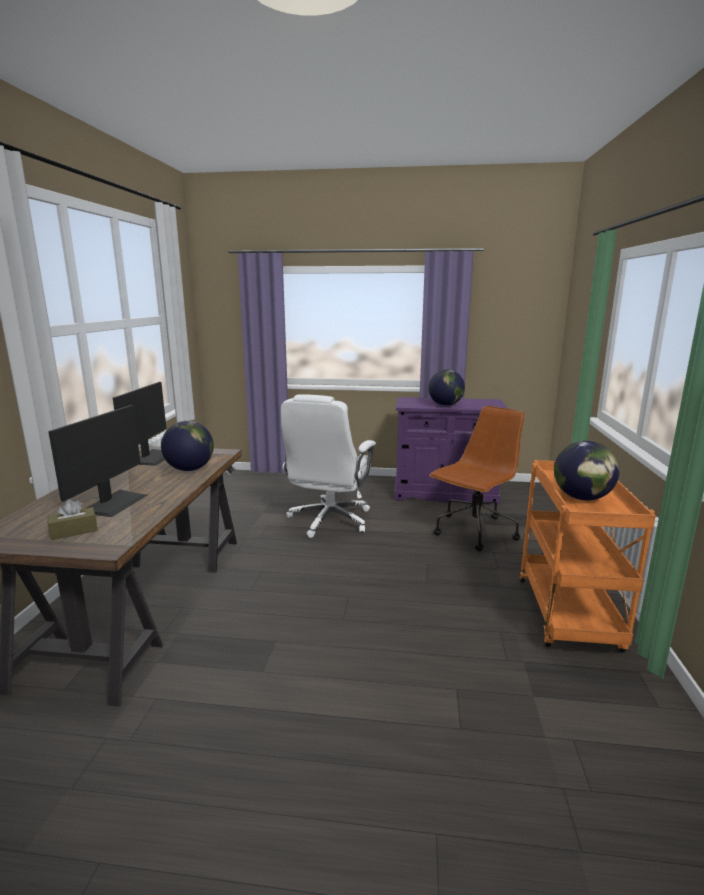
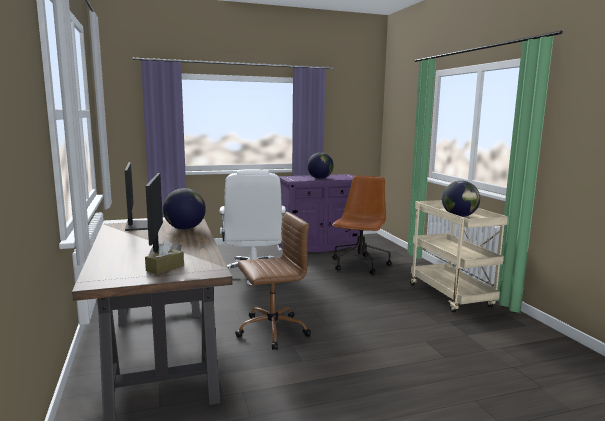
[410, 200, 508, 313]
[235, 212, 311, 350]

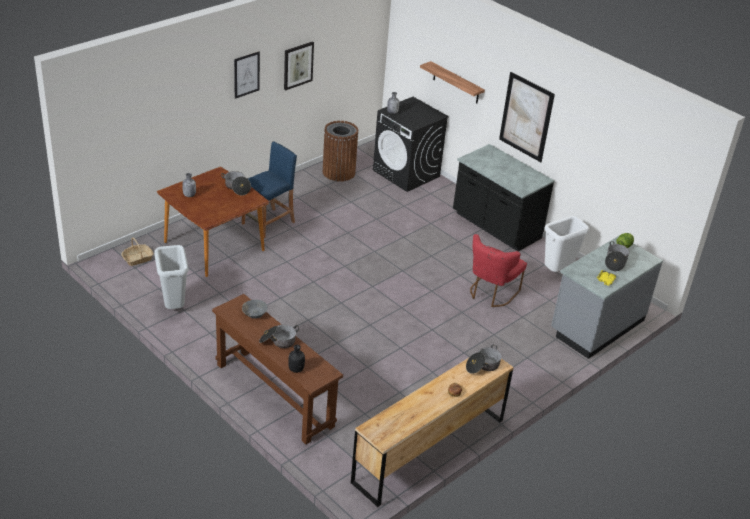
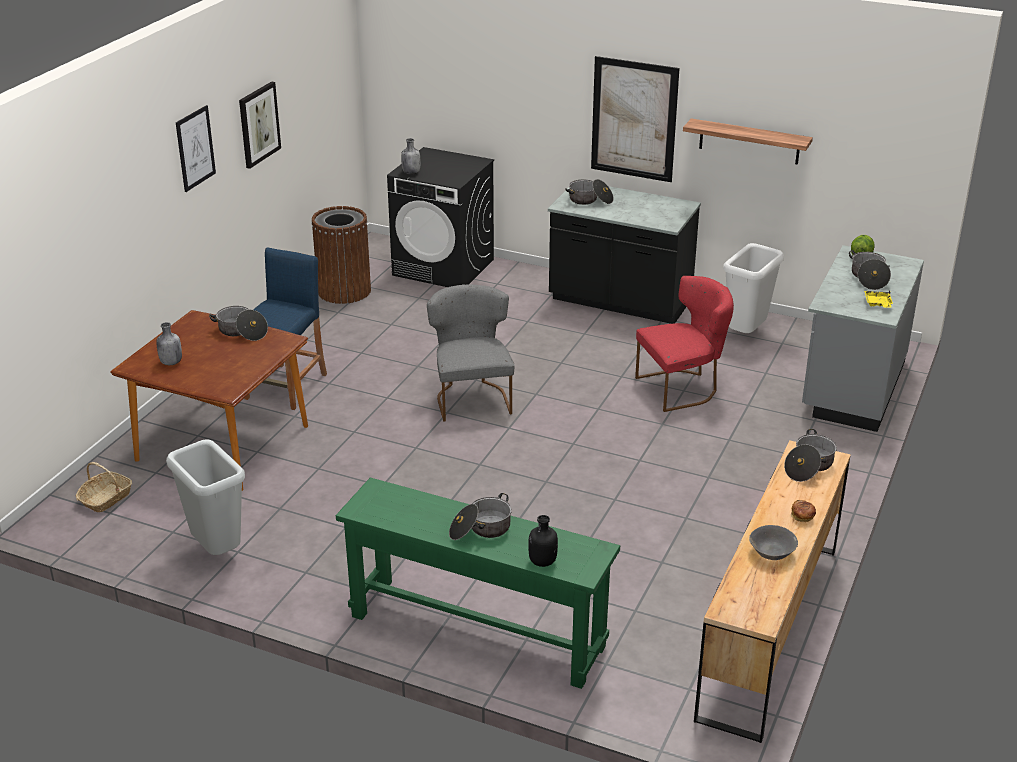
[683, 118, 813, 165]
[635, 276, 734, 412]
[336, 477, 620, 689]
[749, 525, 798, 560]
[565, 179, 614, 205]
[427, 284, 515, 421]

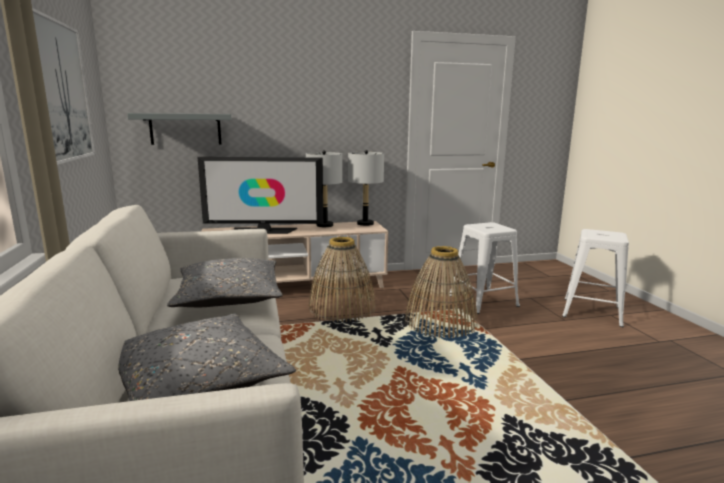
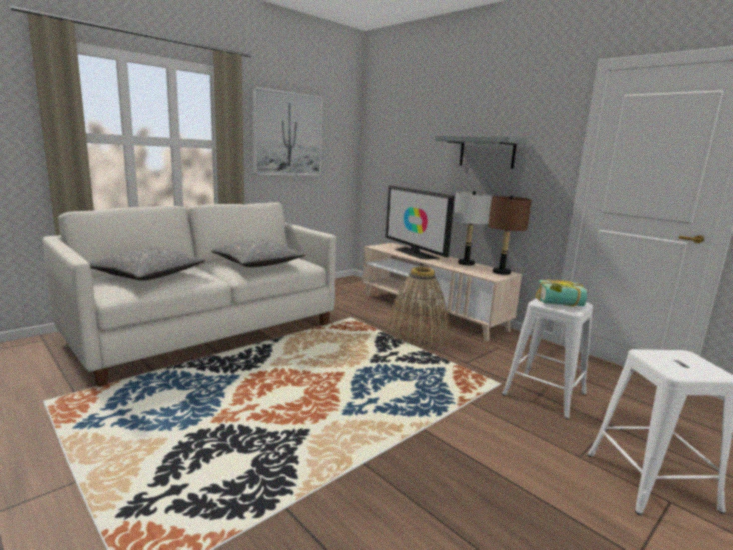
[435, 135, 527, 169]
[488, 195, 532, 275]
[405, 246, 478, 338] (first image)
[536, 279, 587, 306]

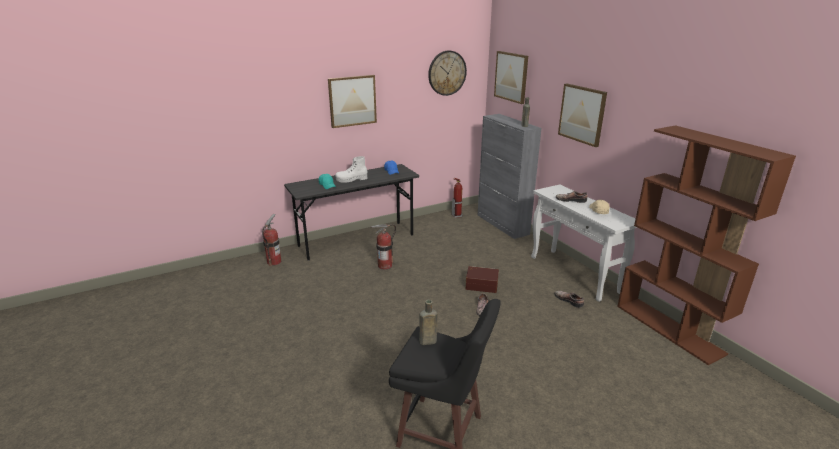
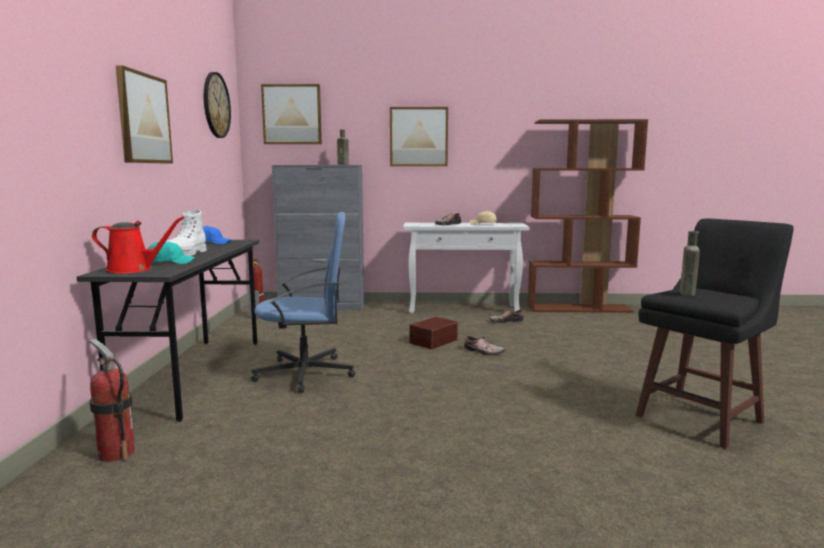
[251, 212, 355, 393]
[92, 216, 184, 273]

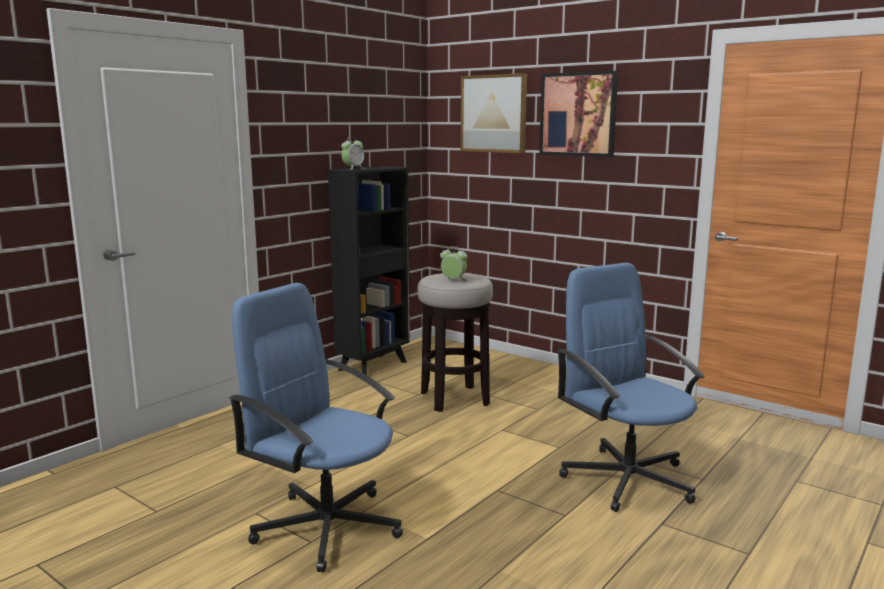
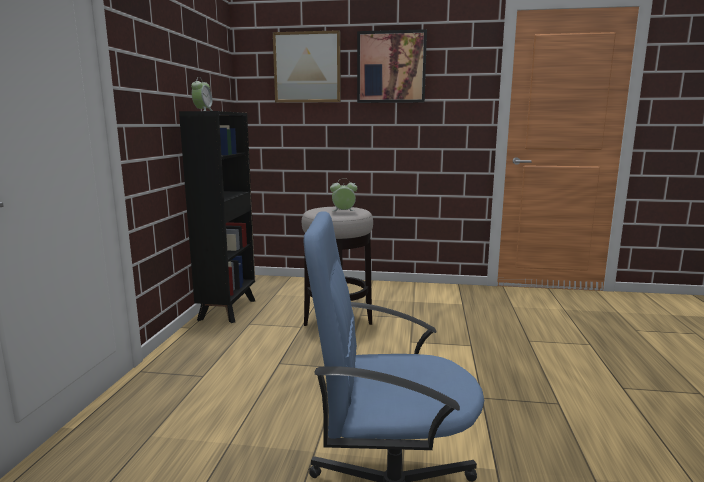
[557, 263, 705, 512] (first image)

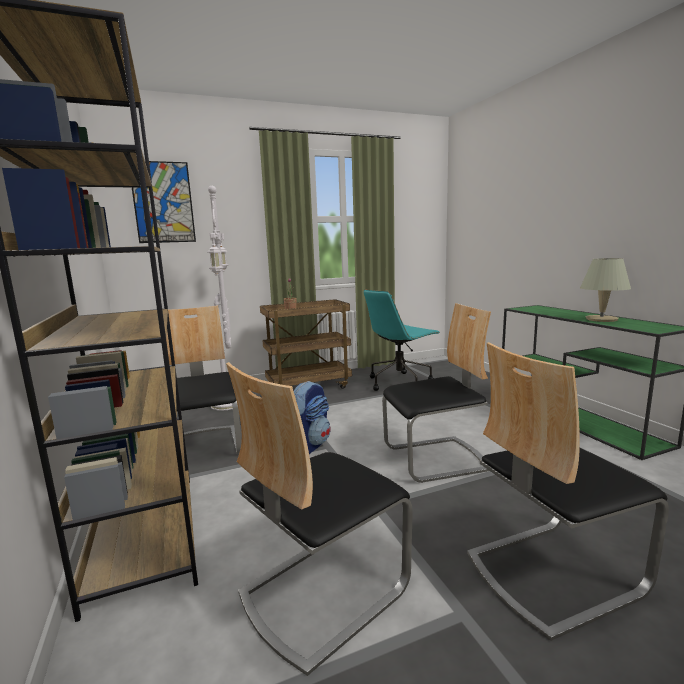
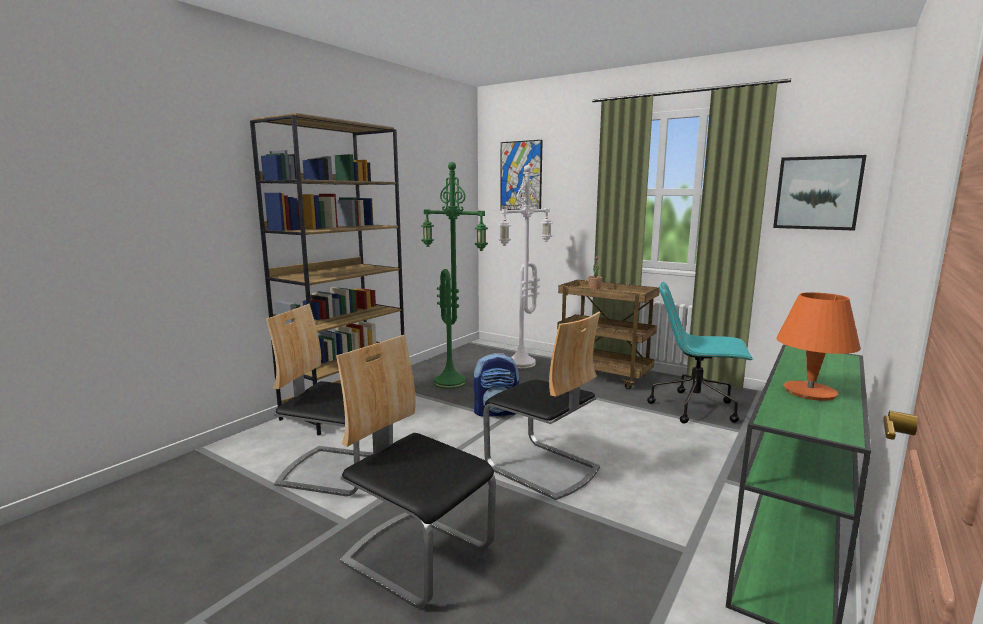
[776, 292, 861, 401]
[421, 162, 488, 389]
[773, 155, 867, 231]

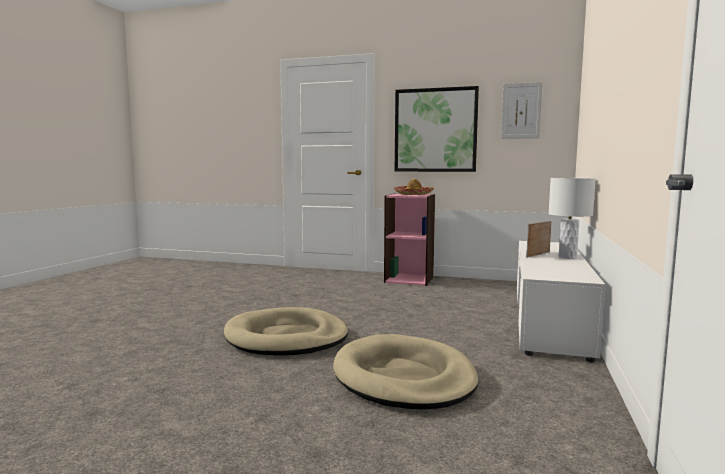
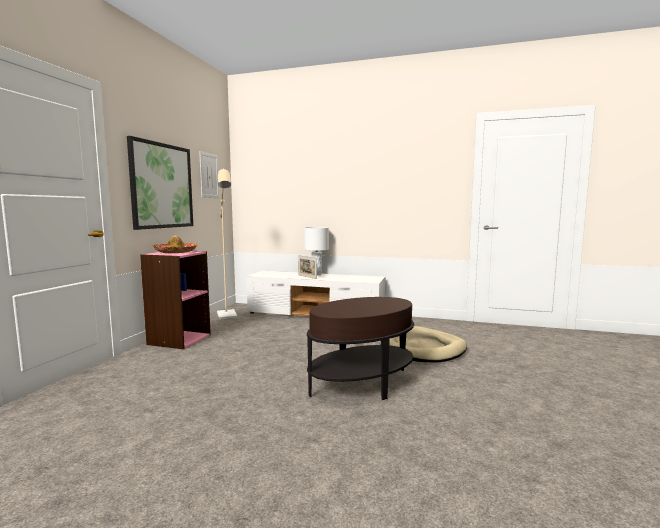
[307, 297, 414, 400]
[217, 168, 237, 320]

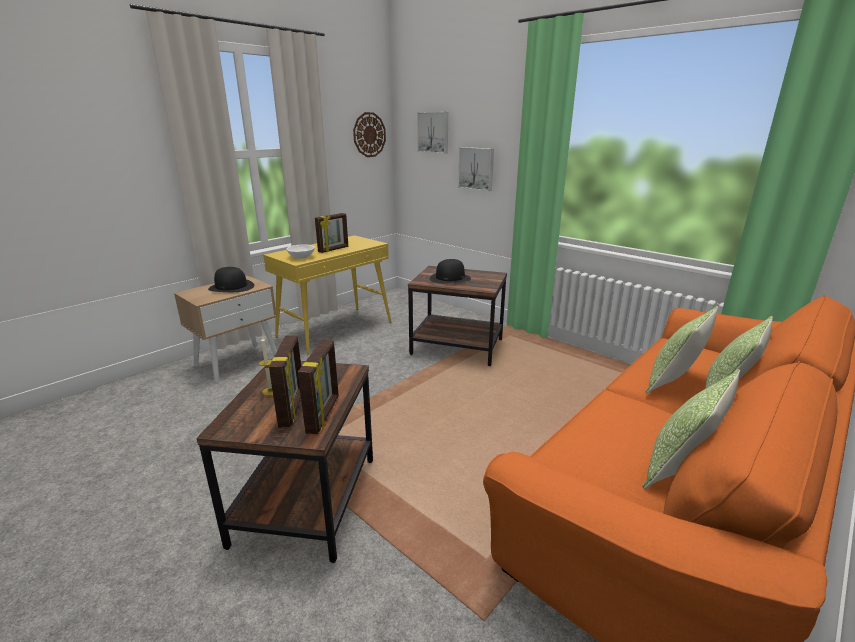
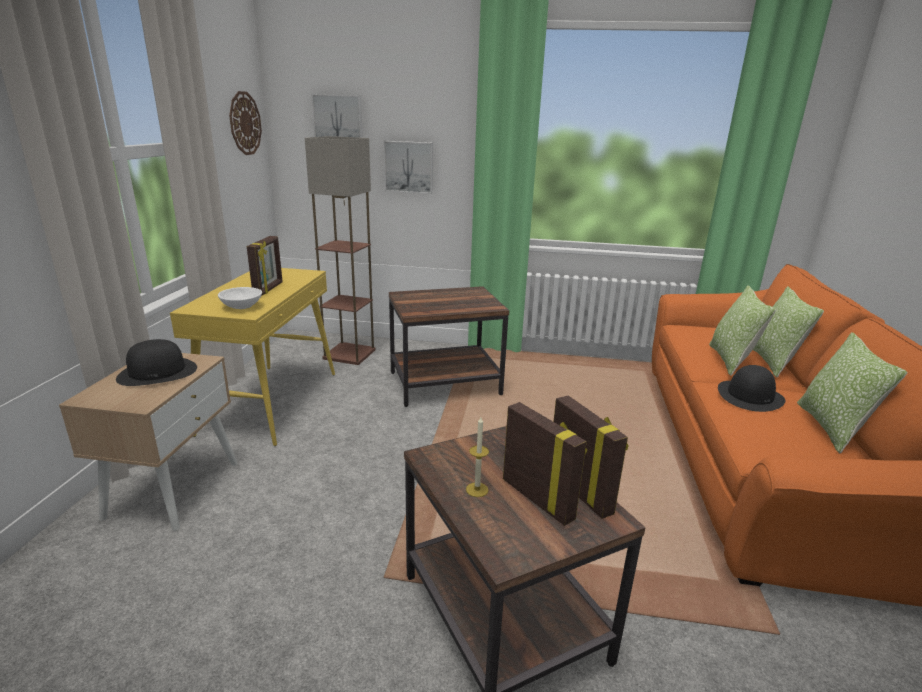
[718, 365, 785, 412]
[305, 136, 375, 365]

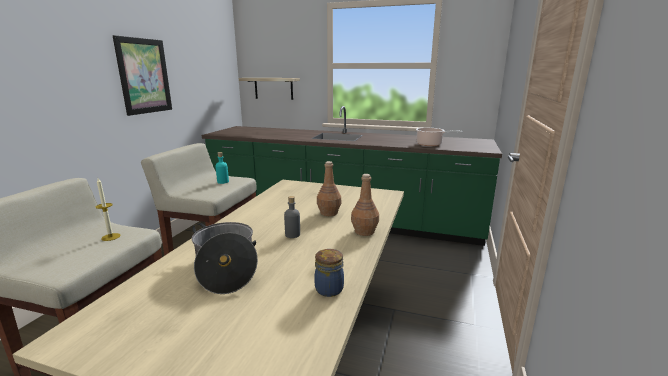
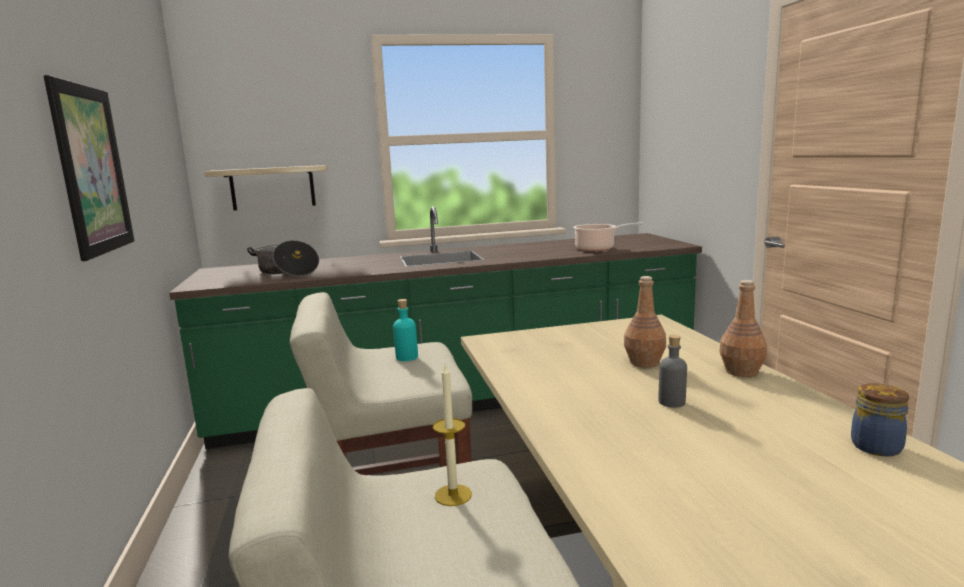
[247, 240, 319, 276]

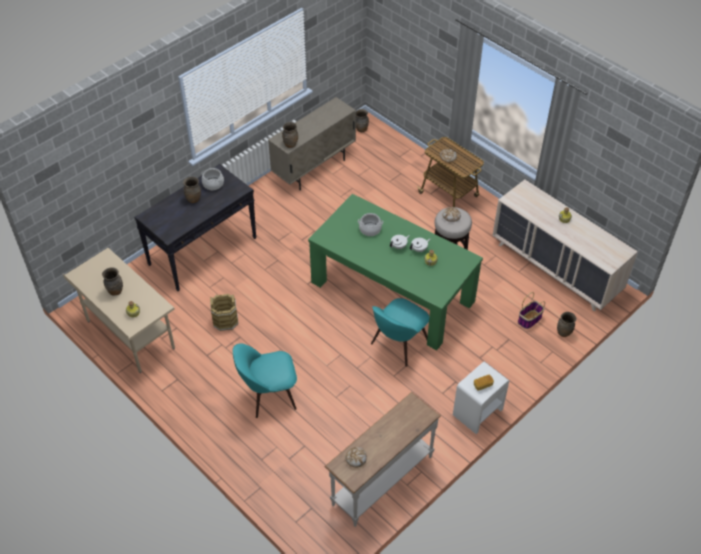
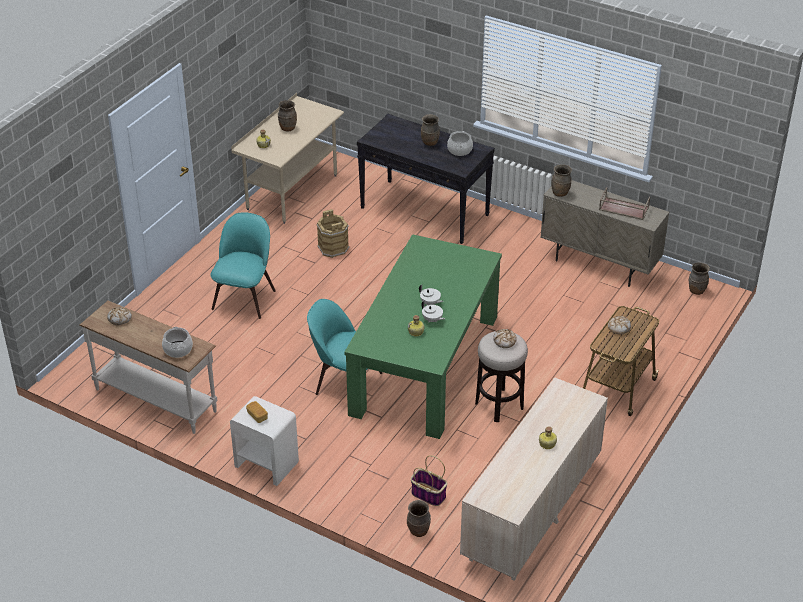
[162, 327, 193, 358]
[210, 212, 276, 319]
[599, 187, 650, 220]

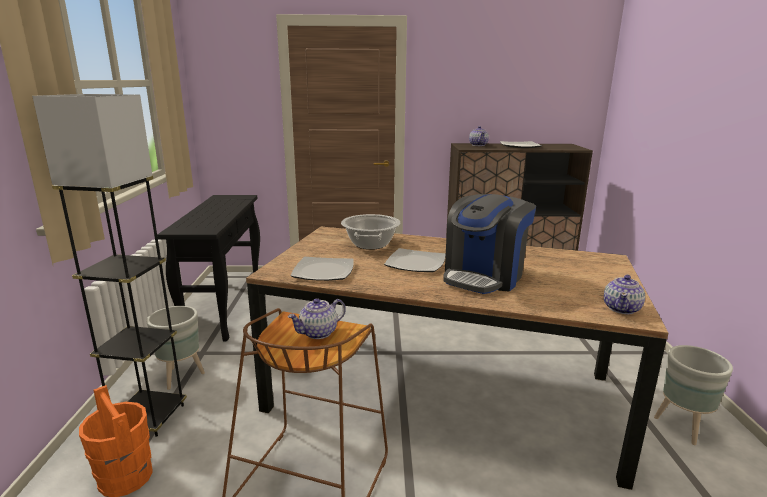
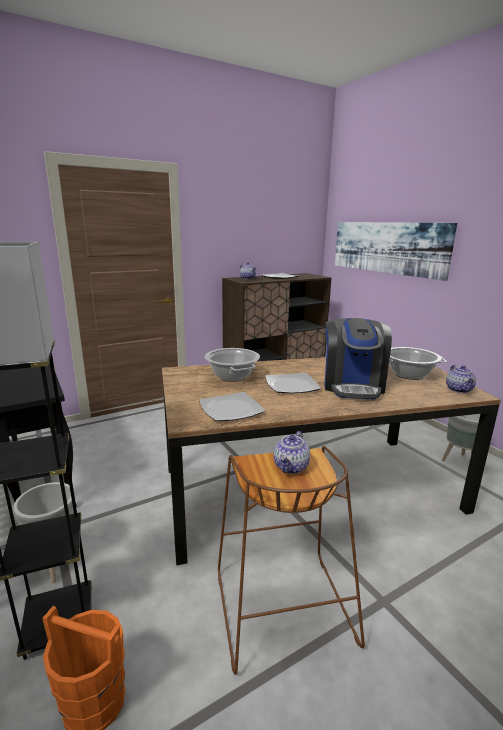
[335, 222, 457, 281]
[389, 347, 447, 380]

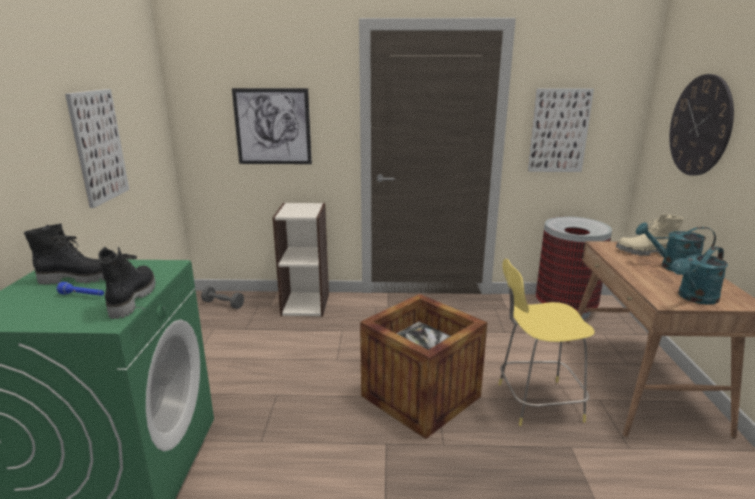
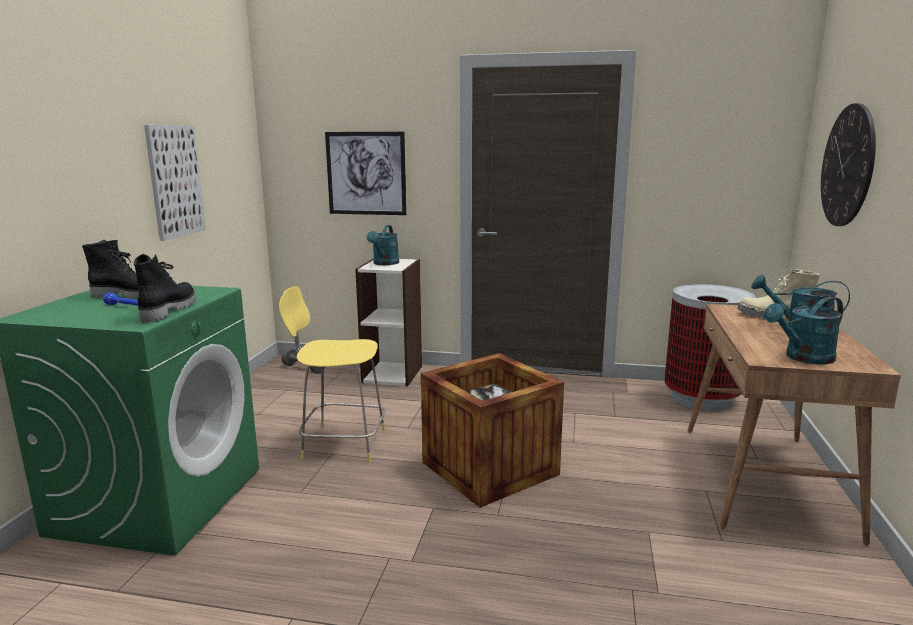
[528, 88, 594, 172] (first image)
[279, 286, 386, 462]
[367, 225, 399, 265]

